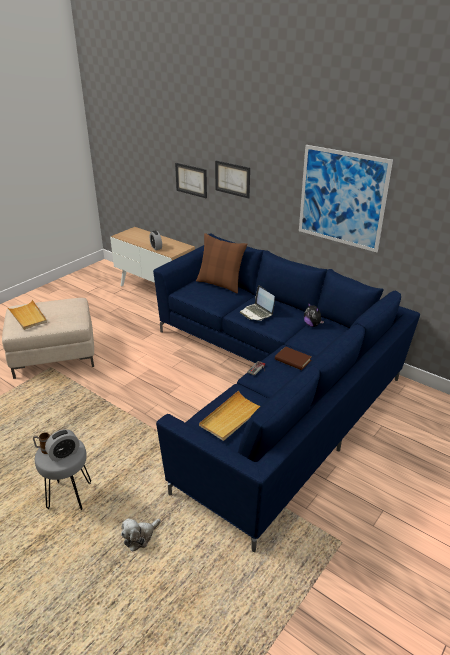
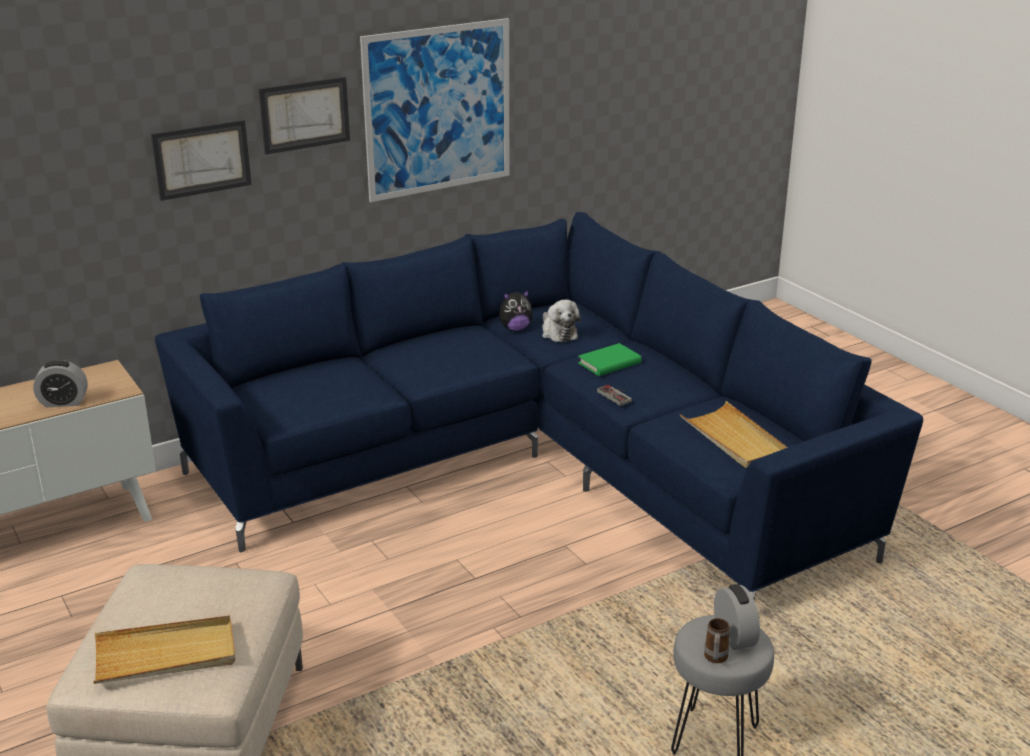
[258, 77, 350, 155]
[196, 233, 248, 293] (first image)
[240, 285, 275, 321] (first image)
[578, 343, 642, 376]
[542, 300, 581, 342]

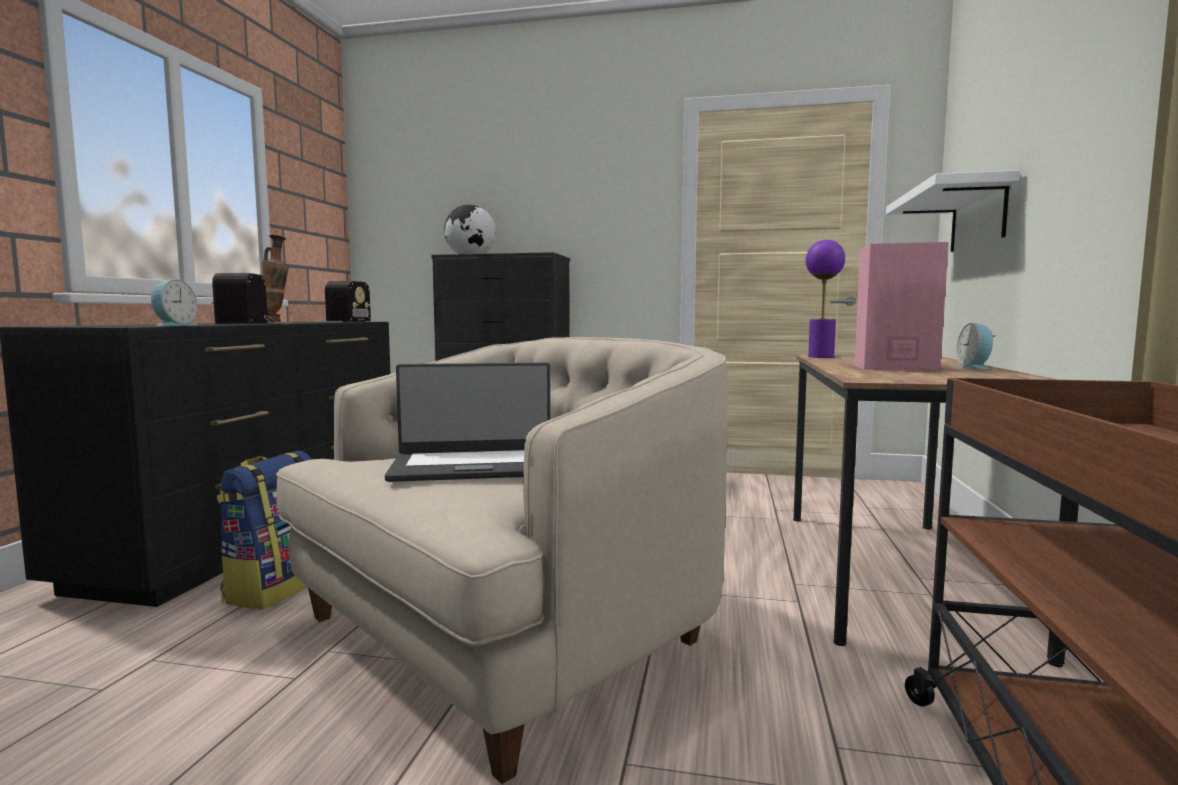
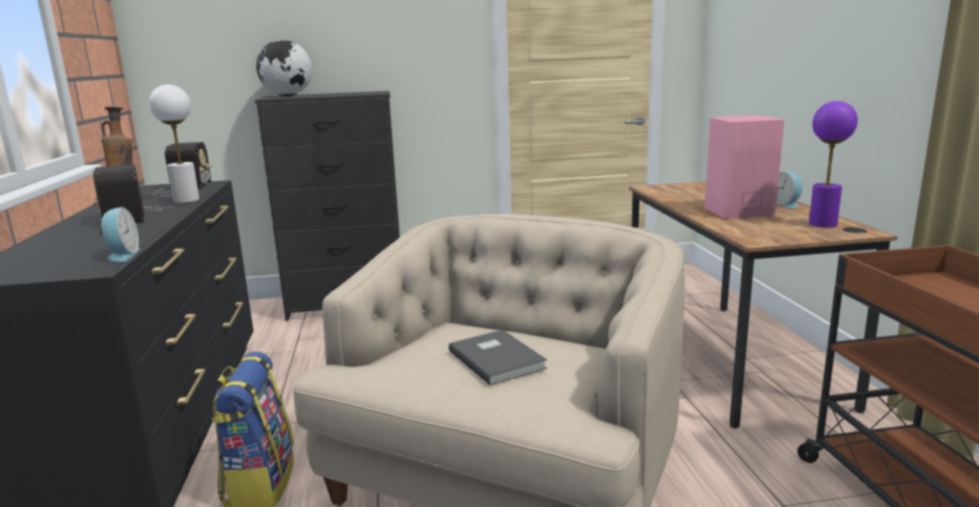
[886, 170, 1020, 252] (first image)
[809, 101, 858, 228]
[449, 330, 547, 385]
[149, 85, 199, 203]

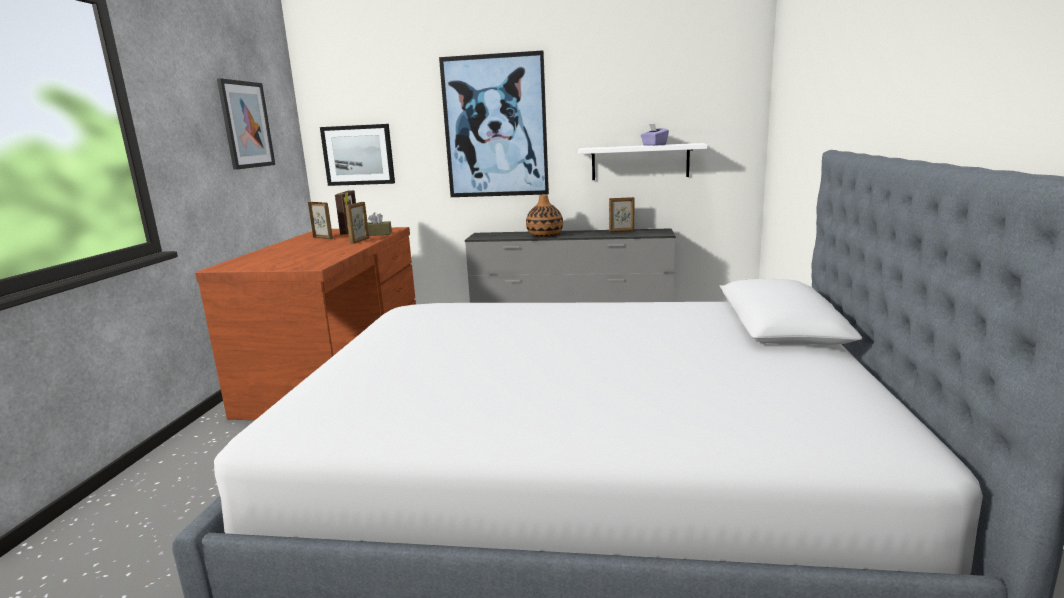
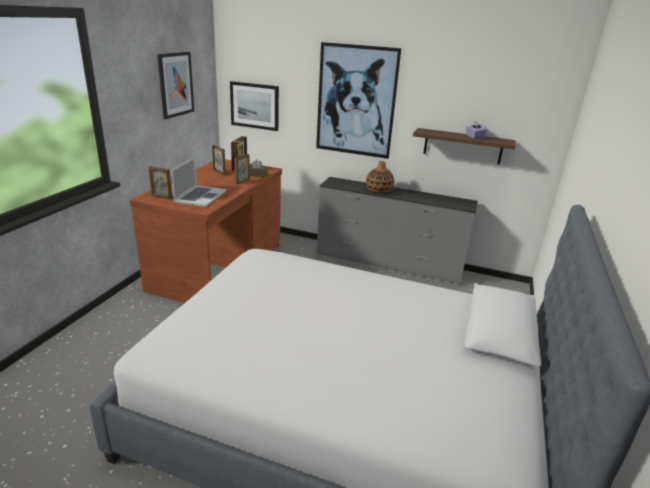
[413, 128, 516, 164]
[148, 166, 172, 199]
[171, 157, 226, 207]

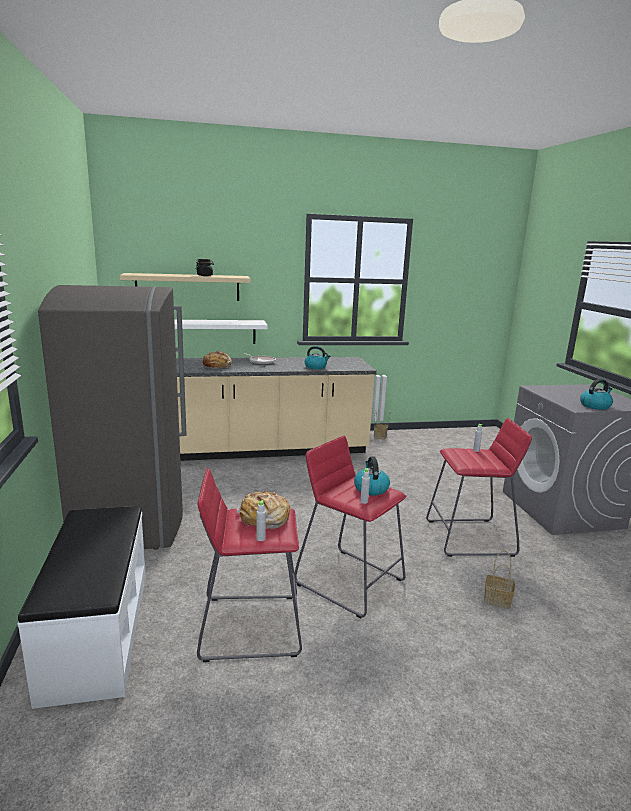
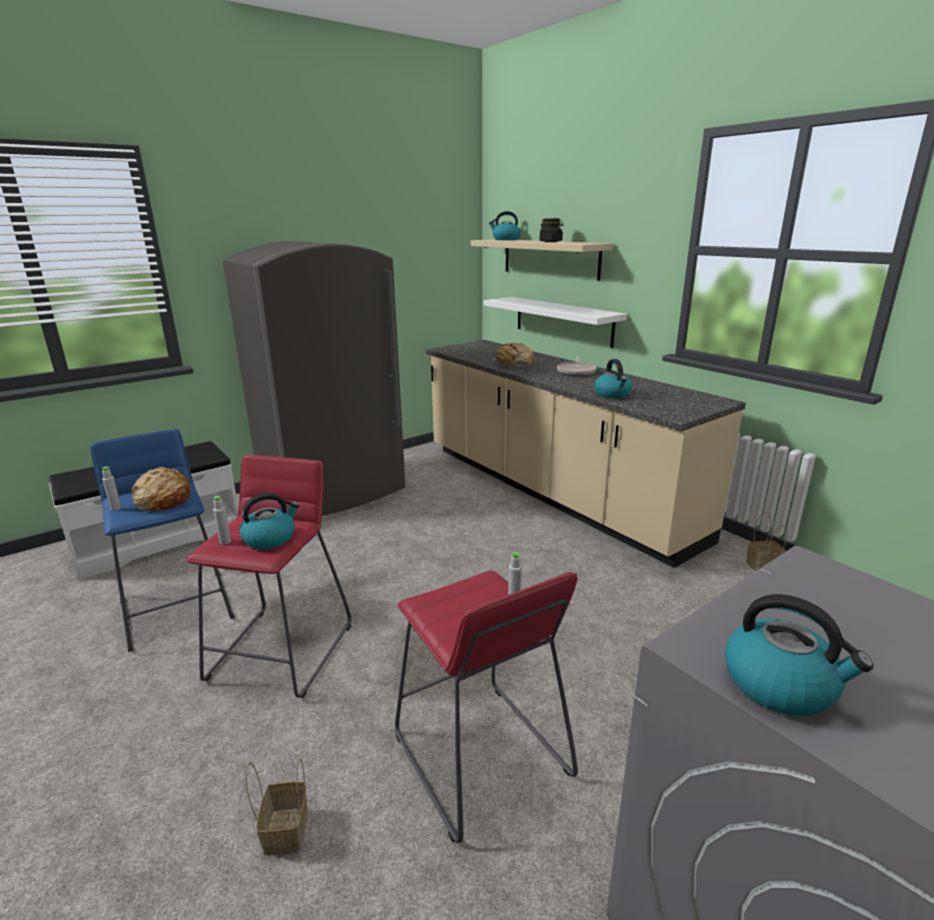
[90, 429, 235, 652]
[489, 211, 521, 240]

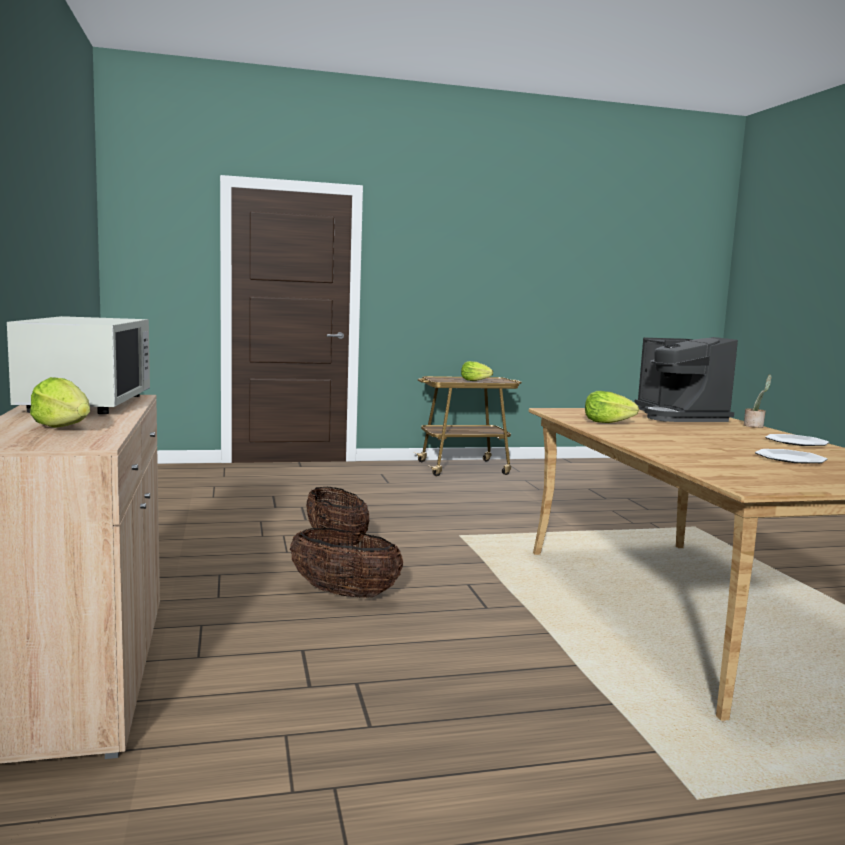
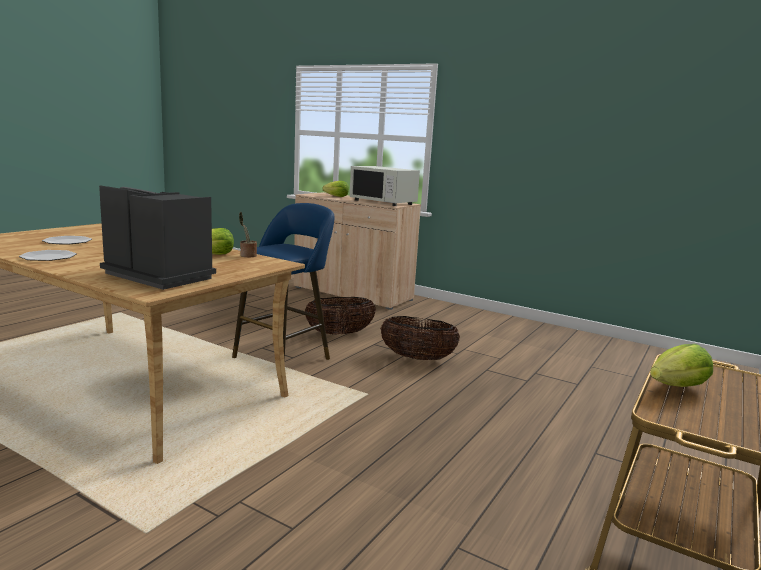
[239, 212, 257, 257]
[232, 203, 334, 361]

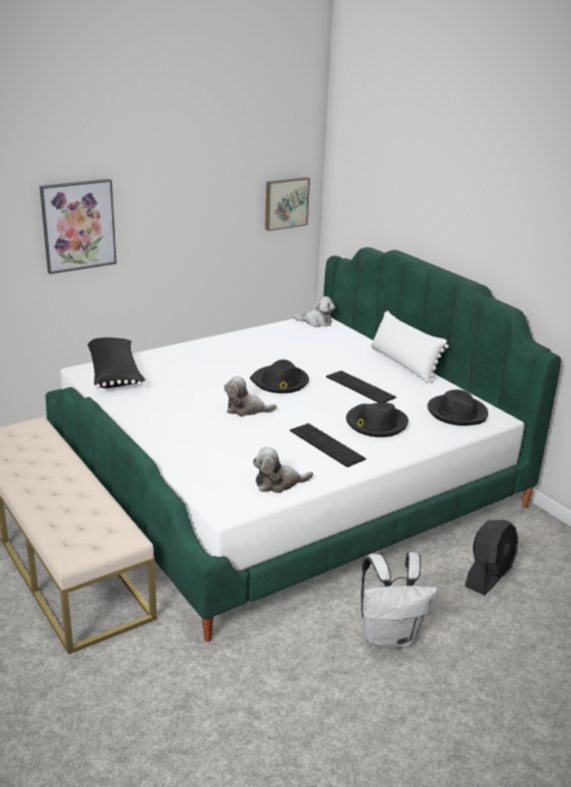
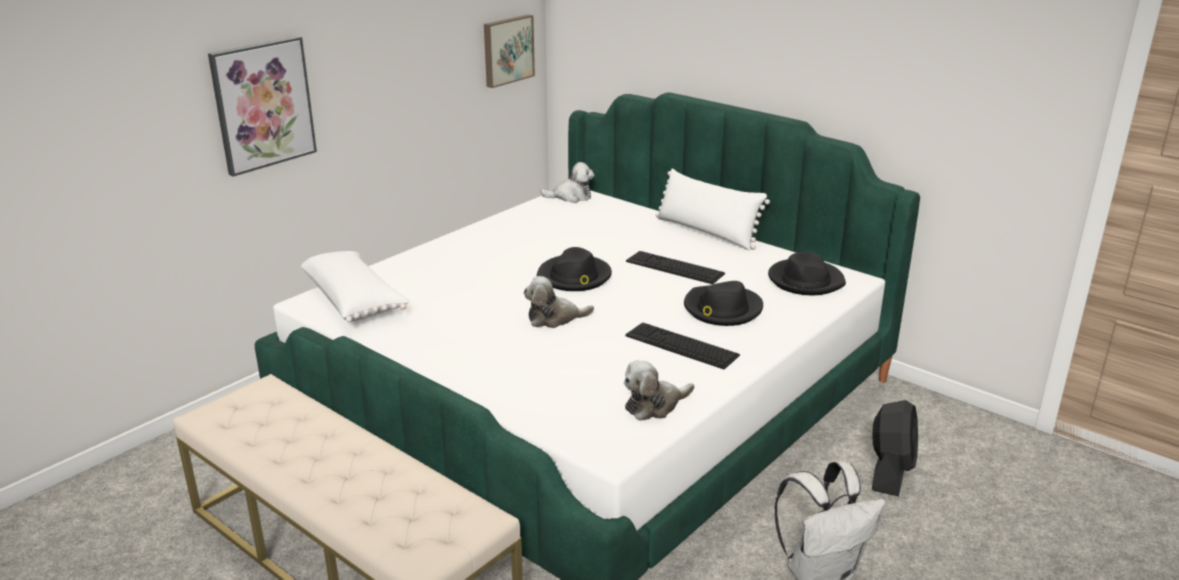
[301, 251, 409, 322]

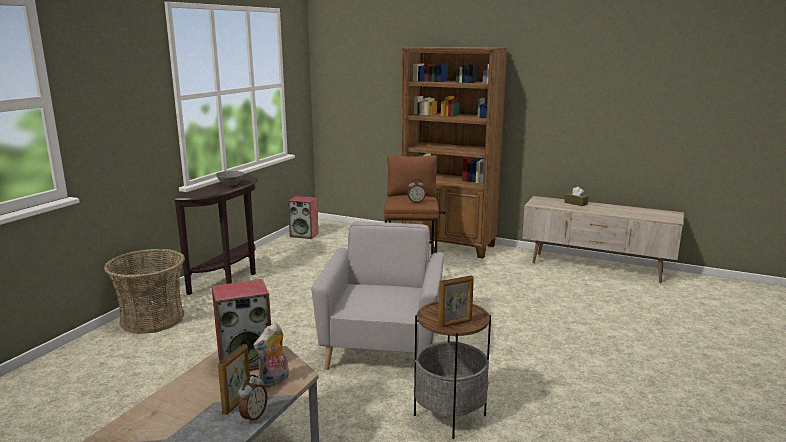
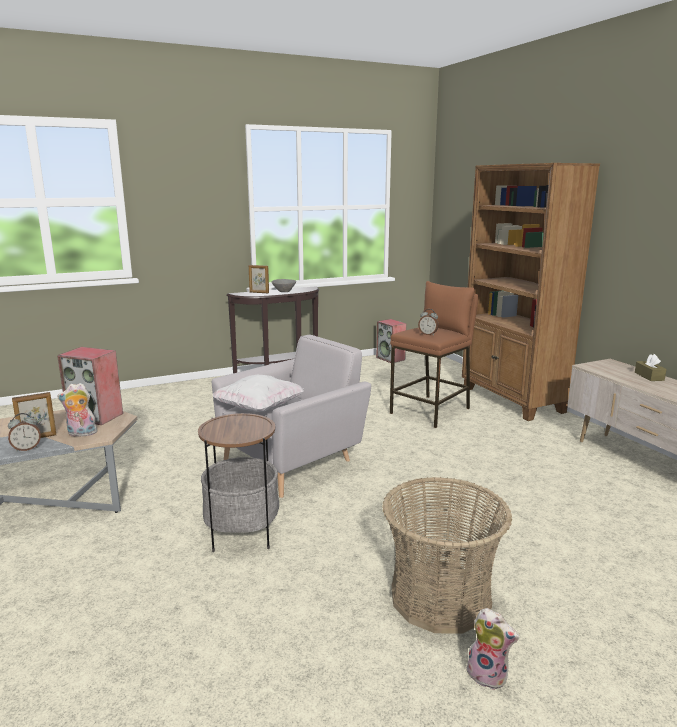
[382, 477, 512, 634]
[249, 265, 269, 293]
[212, 374, 304, 412]
[466, 608, 519, 690]

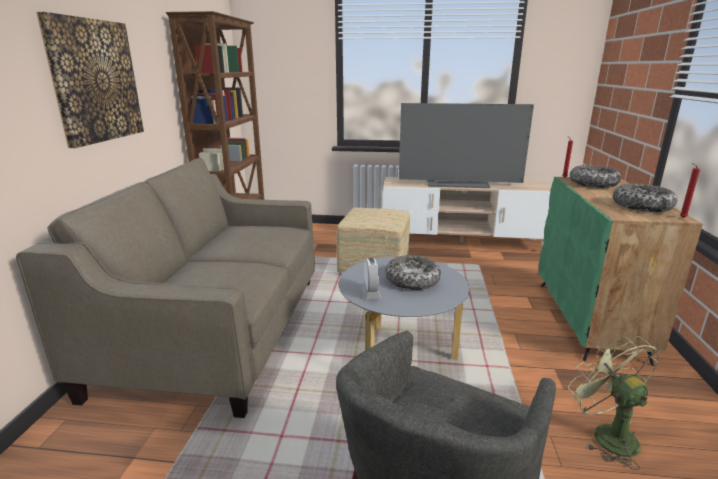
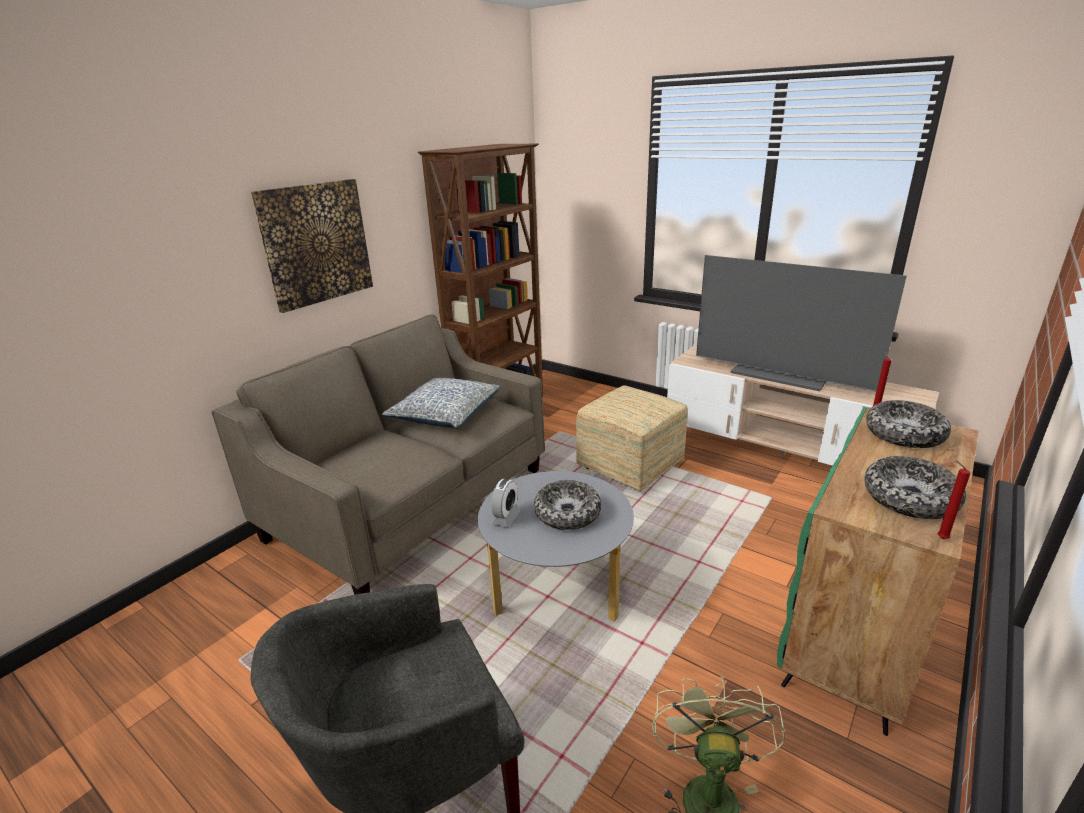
[382, 378, 500, 429]

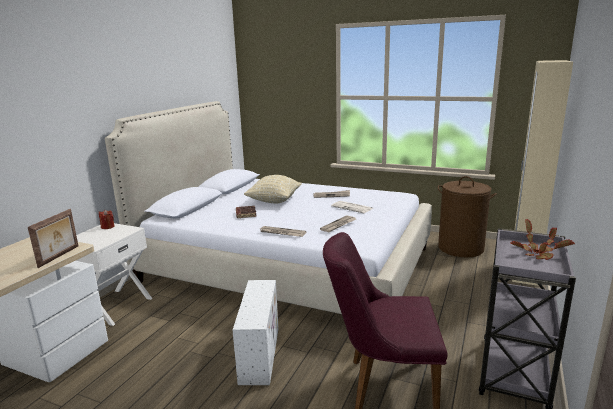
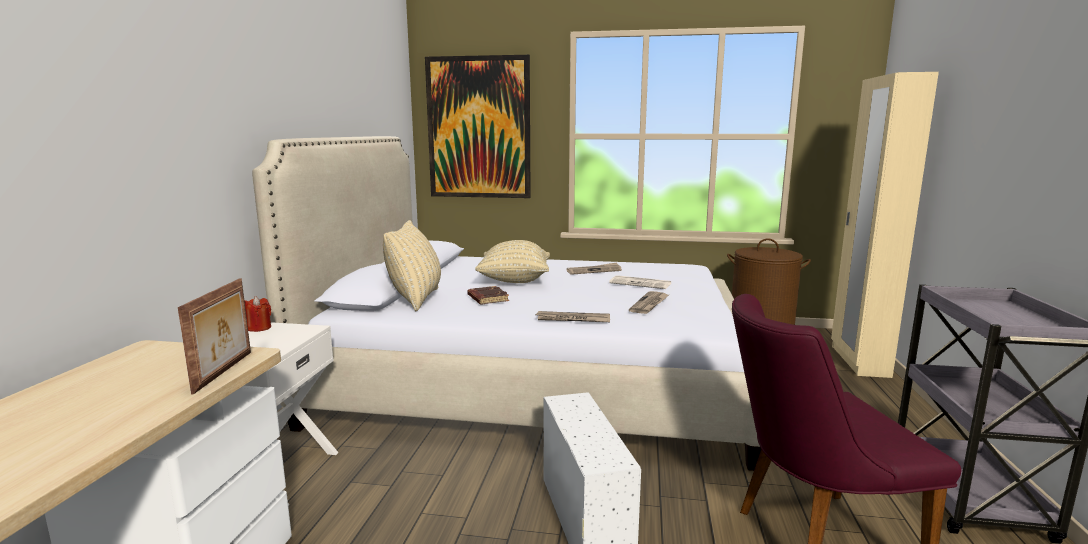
[510, 219, 575, 260] (first image)
[425, 55, 531, 198]
[383, 220, 441, 311]

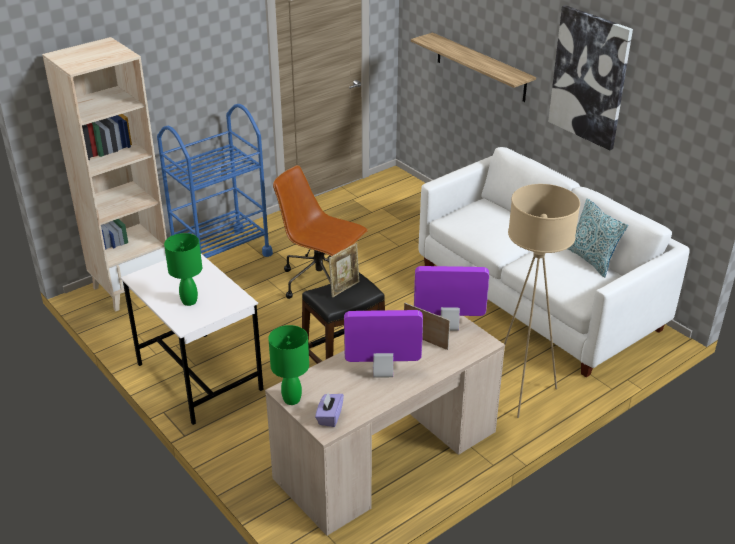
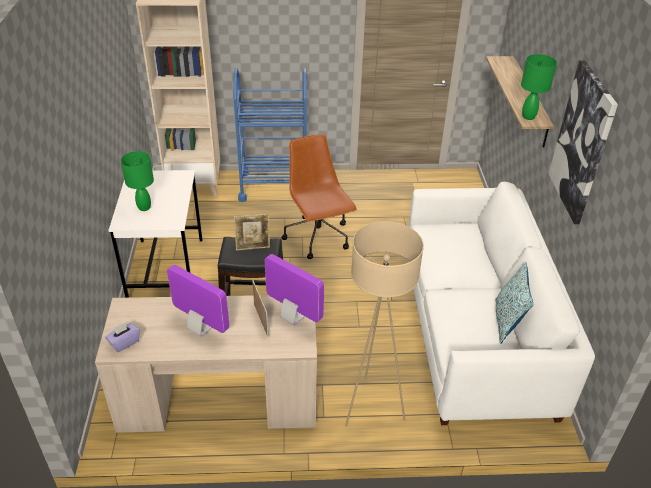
[521, 54, 557, 120]

